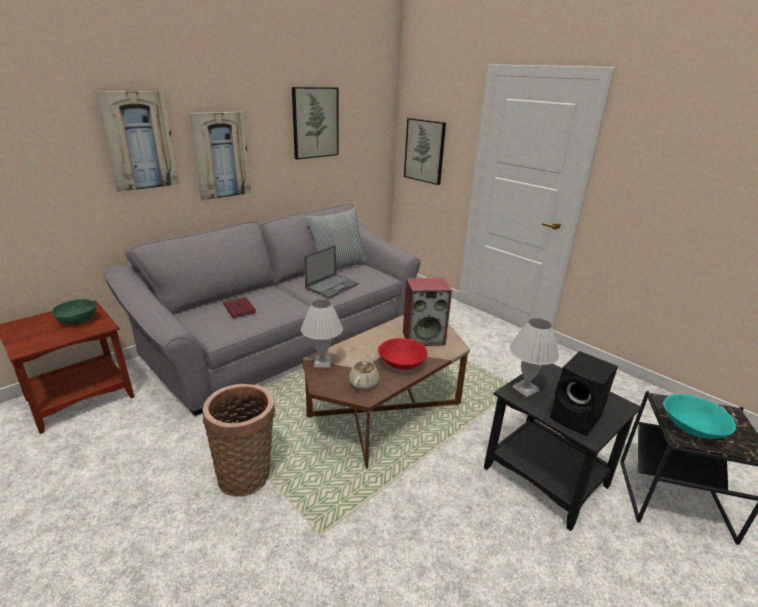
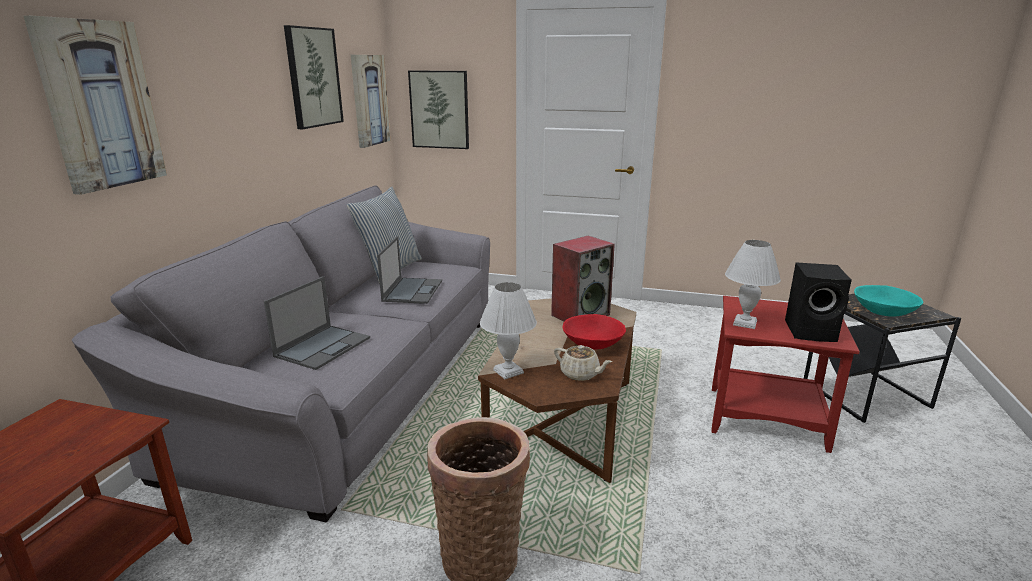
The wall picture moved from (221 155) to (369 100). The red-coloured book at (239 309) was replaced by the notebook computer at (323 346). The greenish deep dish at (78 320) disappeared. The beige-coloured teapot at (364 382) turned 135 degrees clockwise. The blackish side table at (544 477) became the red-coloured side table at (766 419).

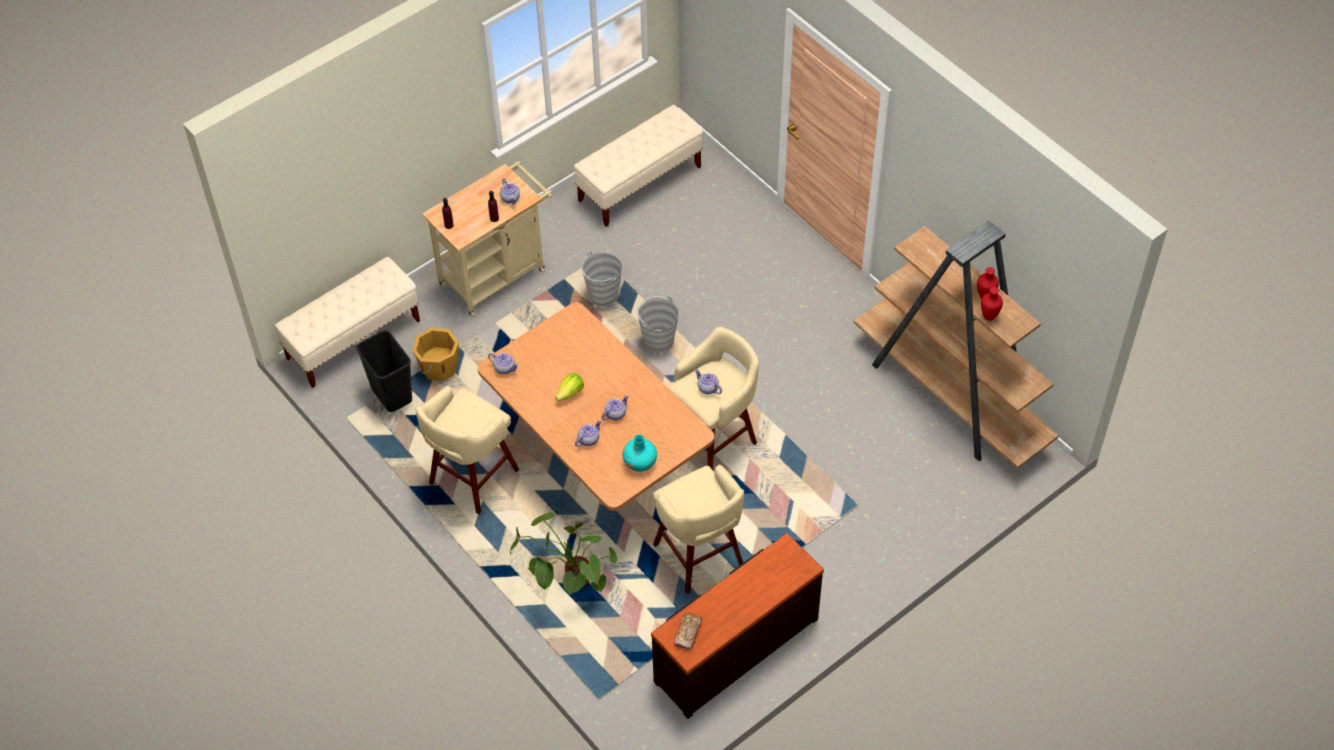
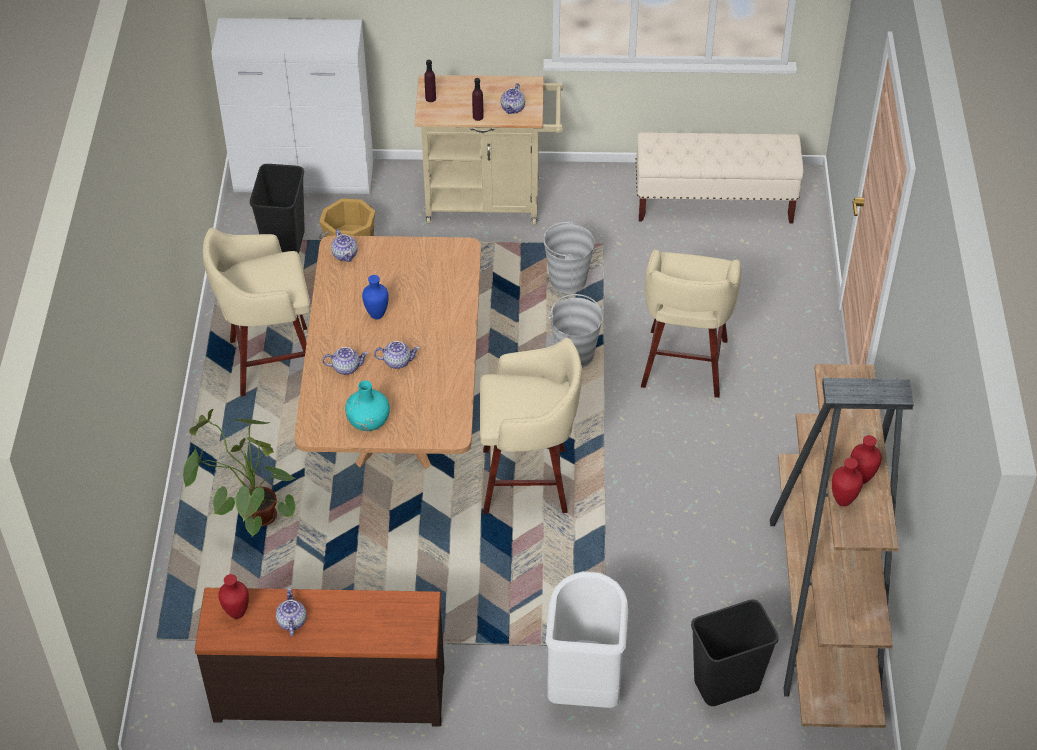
The beige-coloured bench at (354 339) was replaced by the white-coloured cupboard at (305 178). The teapot moved from (707 388) to (291 621). The head of lettuce at (570 393) was replaced by the blue-coloured flower vase at (377 315). The beige-coloured stool seat moved from (699 557) to (683 366). The bread at (688 633) was replaced by the red-coloured flower vase at (237 614). The white-coloured rubbish bin at (584 686) appeared. The blackish rubbish bin at (726 685) appeared.

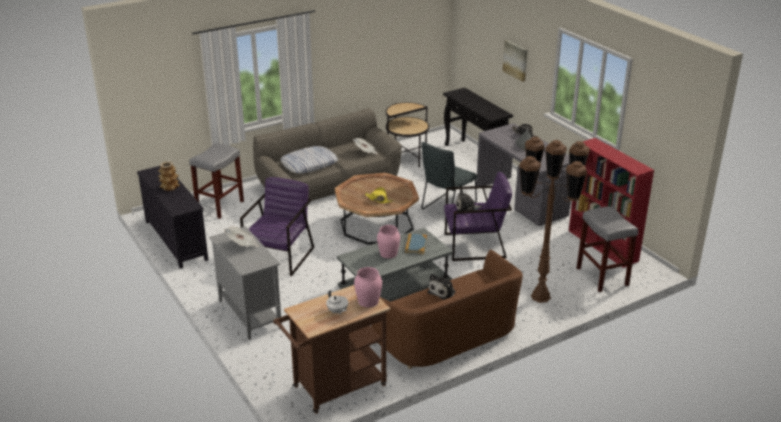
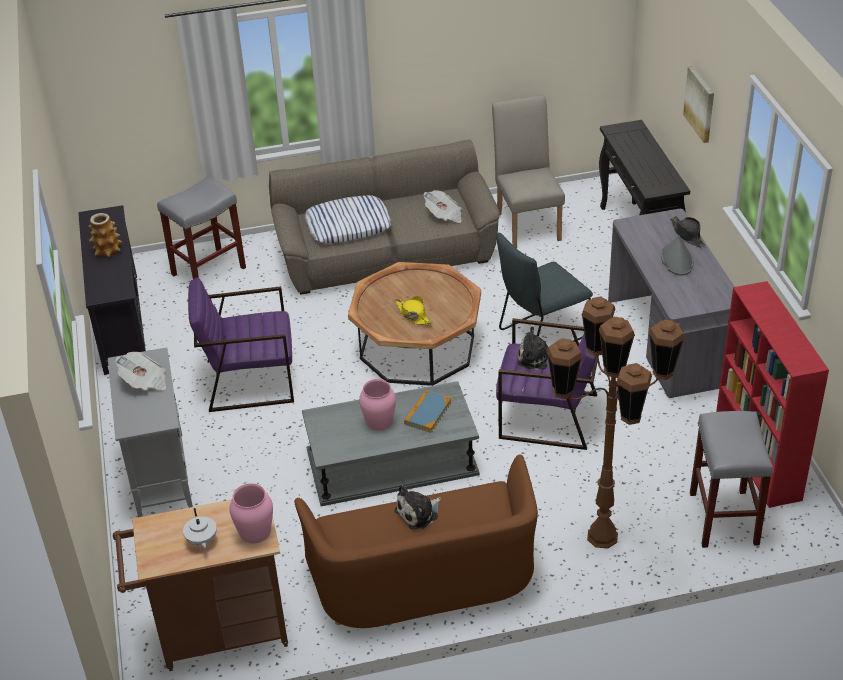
The side table at (407 157) was replaced by the beige-coloured plain chair at (527 223). The purple-coloured easy chair at (280 257) turned 135 degrees counterclockwise.

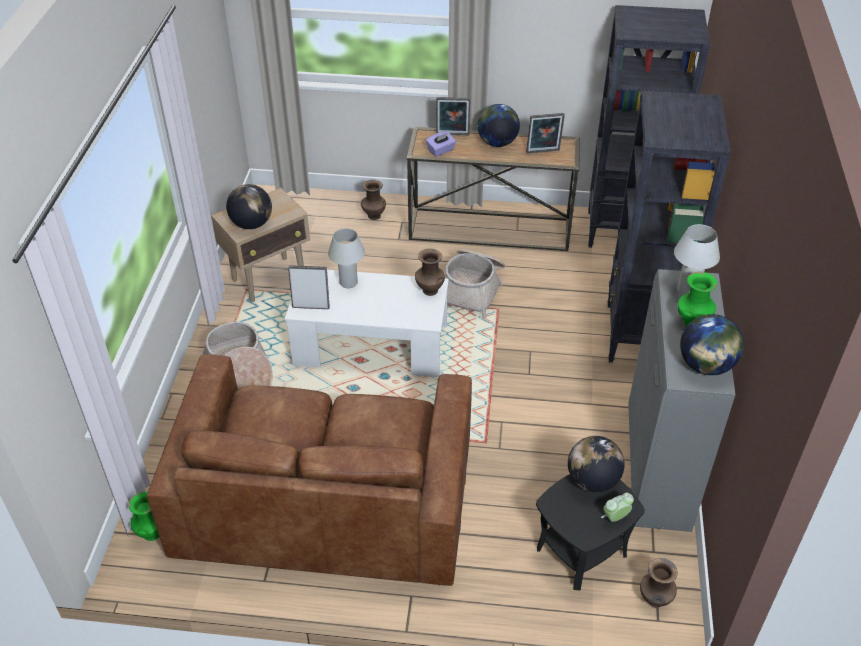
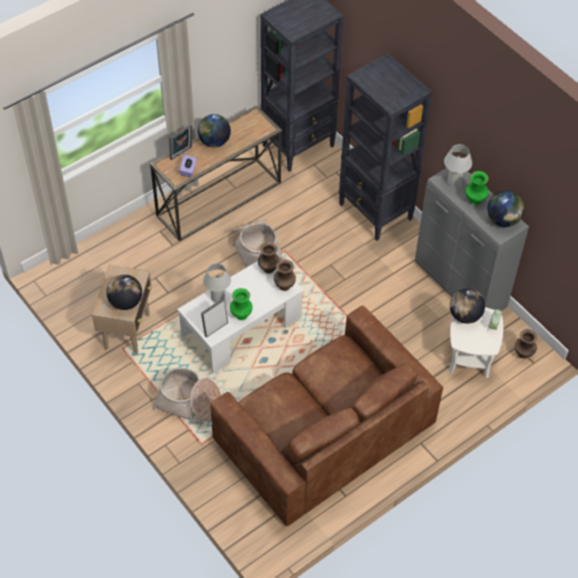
The picture frame at (543 152) disappeared. The brown flower vase moved from (373 216) to (284 286). The blackish side table at (581 551) became the white-coloured side table at (470 357). The greenish flower vase moved from (152 533) to (241 315).

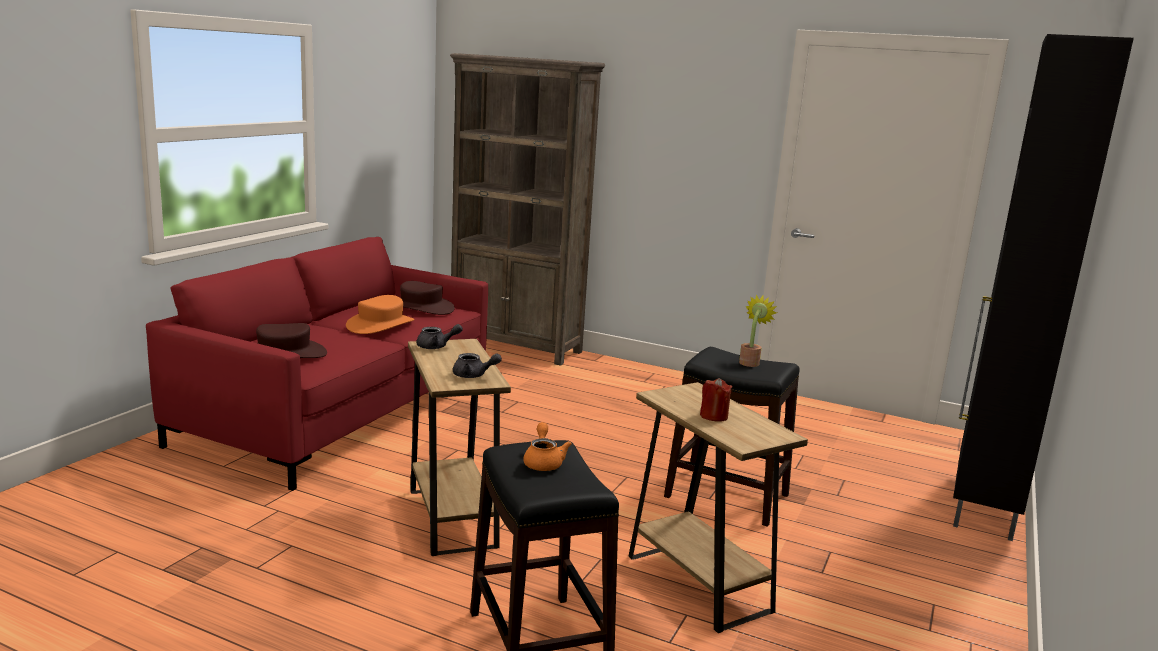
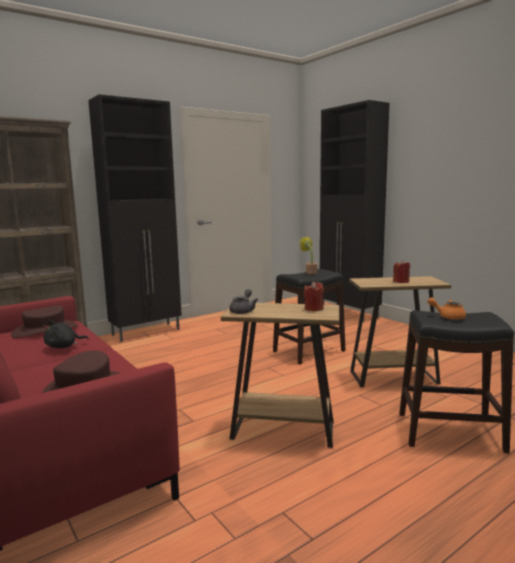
The orangey hat at (380 325) was replaced by the blackish soft toy at (63 346). The grey teapot at (473 375) was replaced by the red-coloured candle at (314 309). The blackish cupboard at (147 332) appeared.

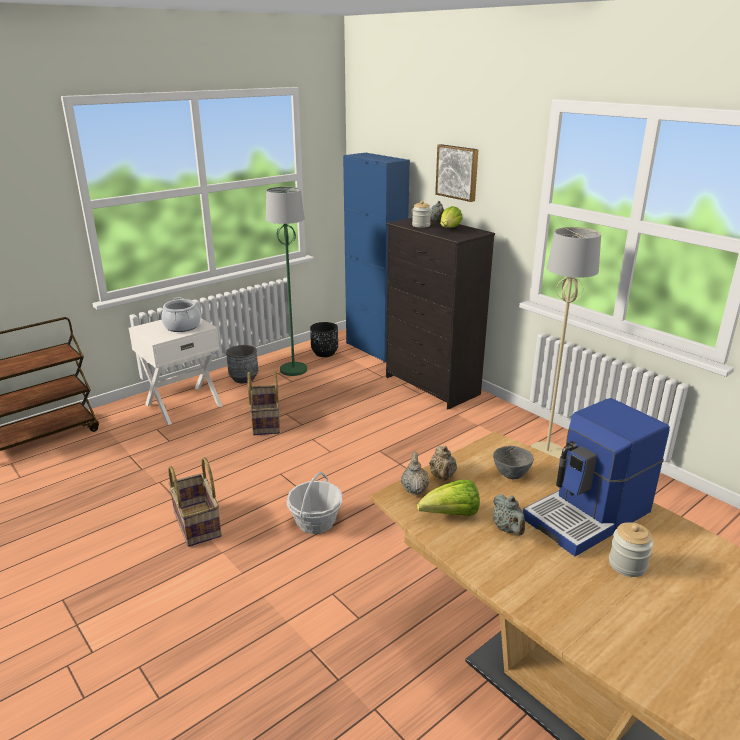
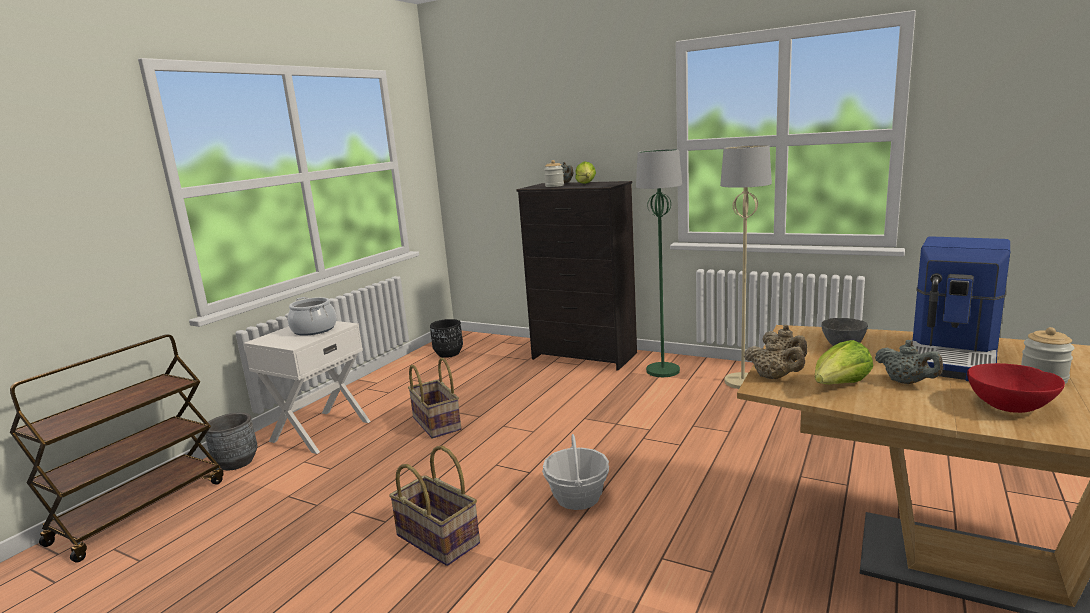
The wall picture at (458 172) disappeared. The blue-coloured cupboard at (375 349) disappeared. The greenish floor lamp moved from (293 369) to (662 370). The grey flower pot moved from (243 379) to (236 462). The beige-coloured teapot at (414 489) turned 150 degrees clockwise. The red-coloured deep dish at (1010 406) appeared.

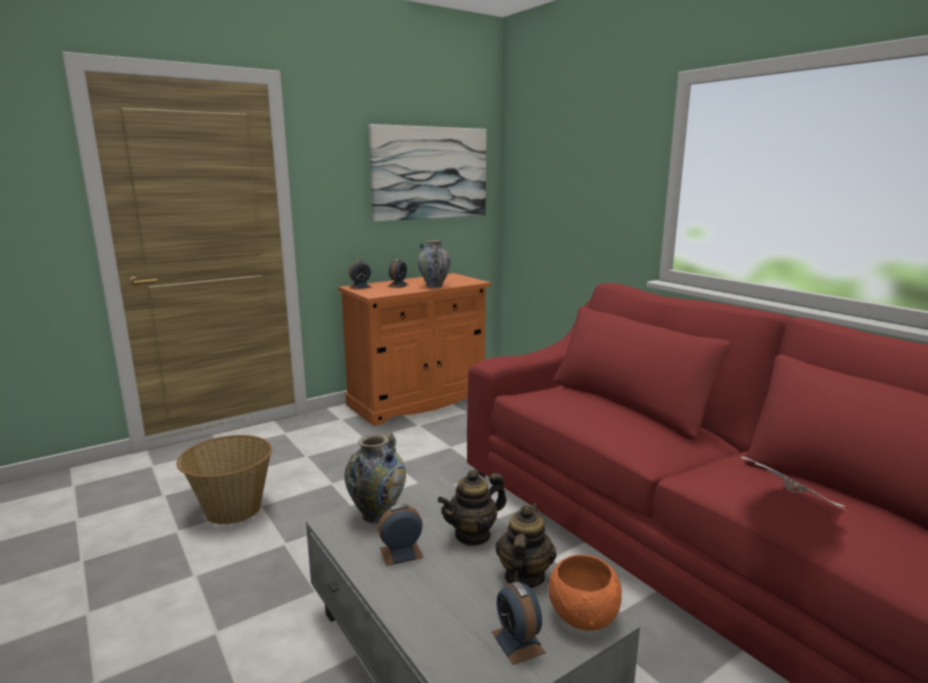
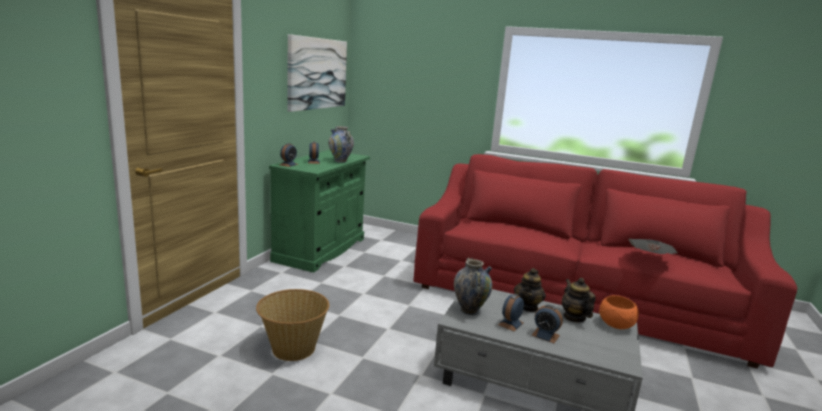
The orangey cupboard at (418 400) became the greenish cupboard at (320 250). The bedside clock moved from (518 642) to (545 335).

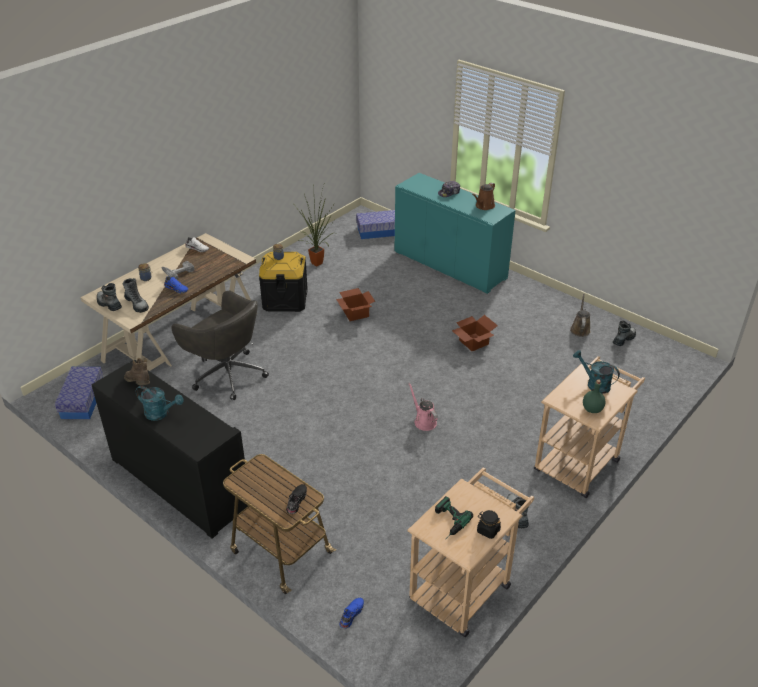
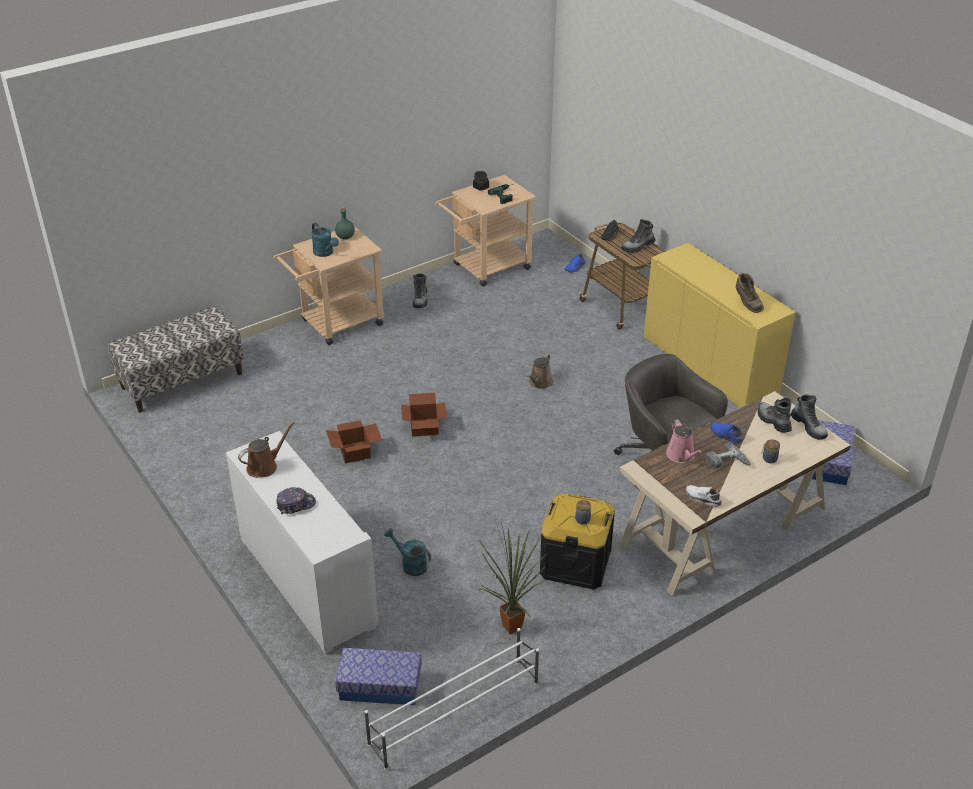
The blue-green cupboard at (449 265) became the white-coloured cupboard at (307 582). The carton moved from (356 313) to (423 428). The brown sprinkling can moved from (580 329) to (540 383). The tall boot moved from (623 339) to (638 246). The blackish cupboard at (179 483) became the yellow-coloured cupboard at (709 366). The pink-coloured sprinkling can moved from (424 421) to (681 455). The blue-green sprinkling can moved from (161 413) to (410 564). The bench at (182 380) appeared. The white-coloured shoe rack at (453 714) appeared.

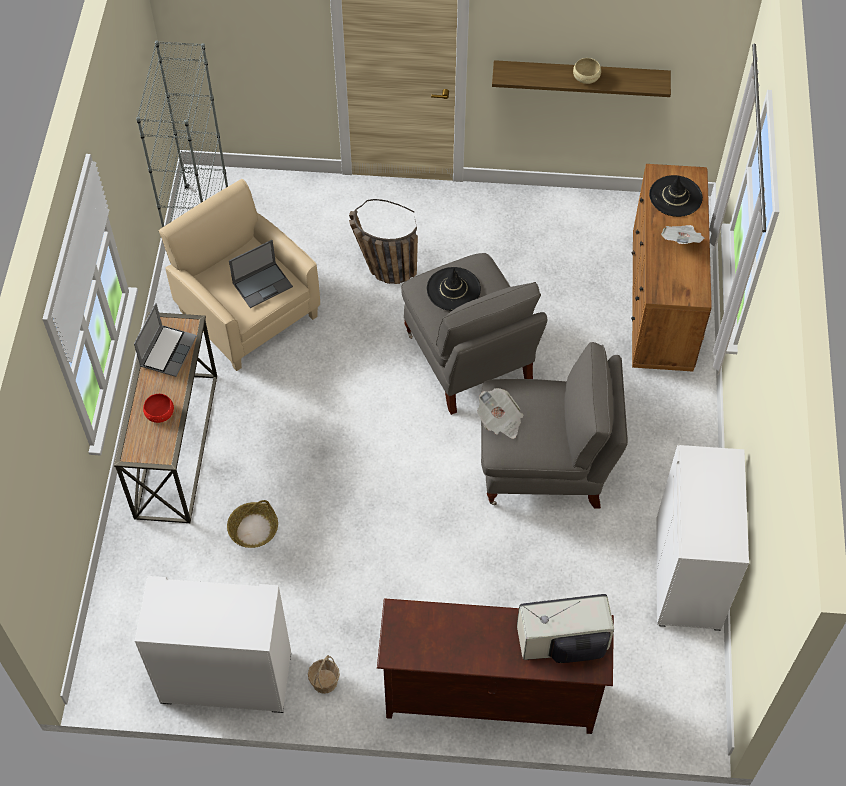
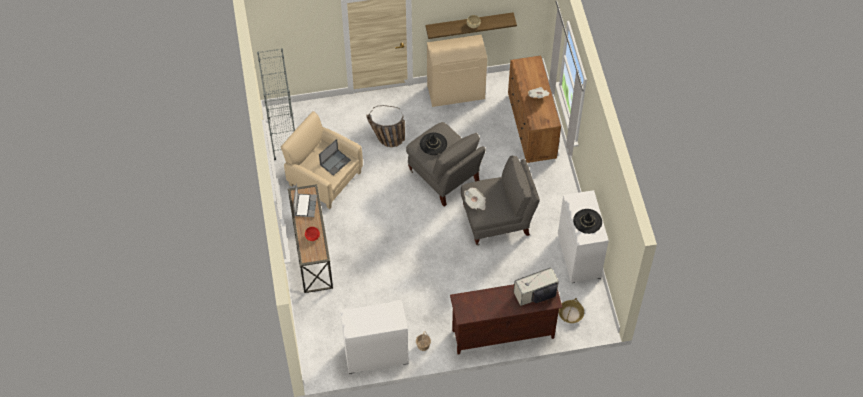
The blackish hat moved from (675 196) to (587 221). The storage basket moved from (253 529) to (570 313). The beige-coloured cupboard at (456 91) appeared.

